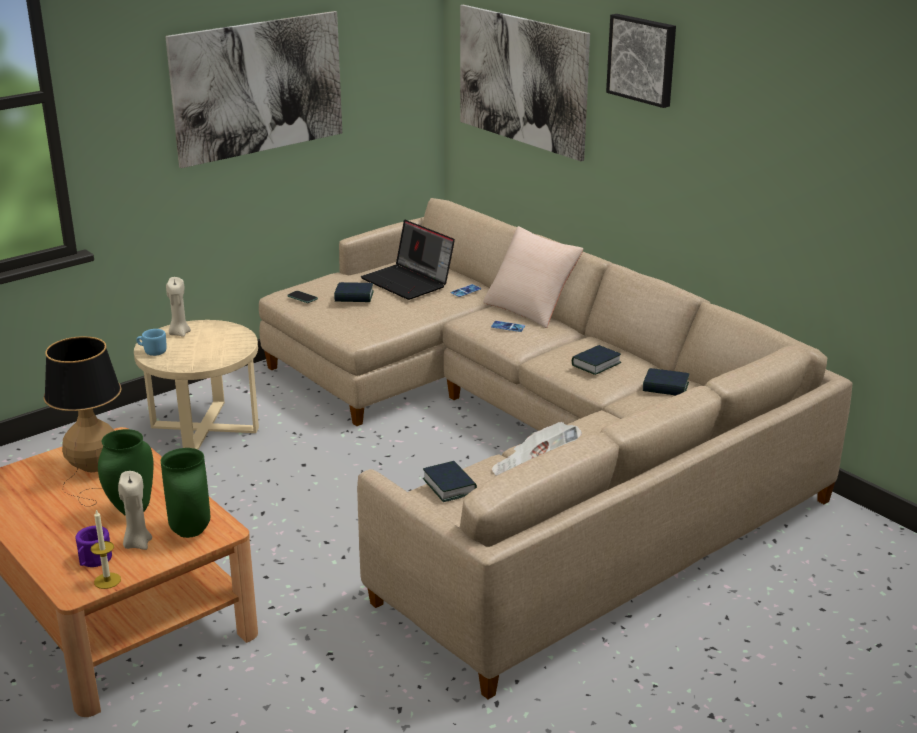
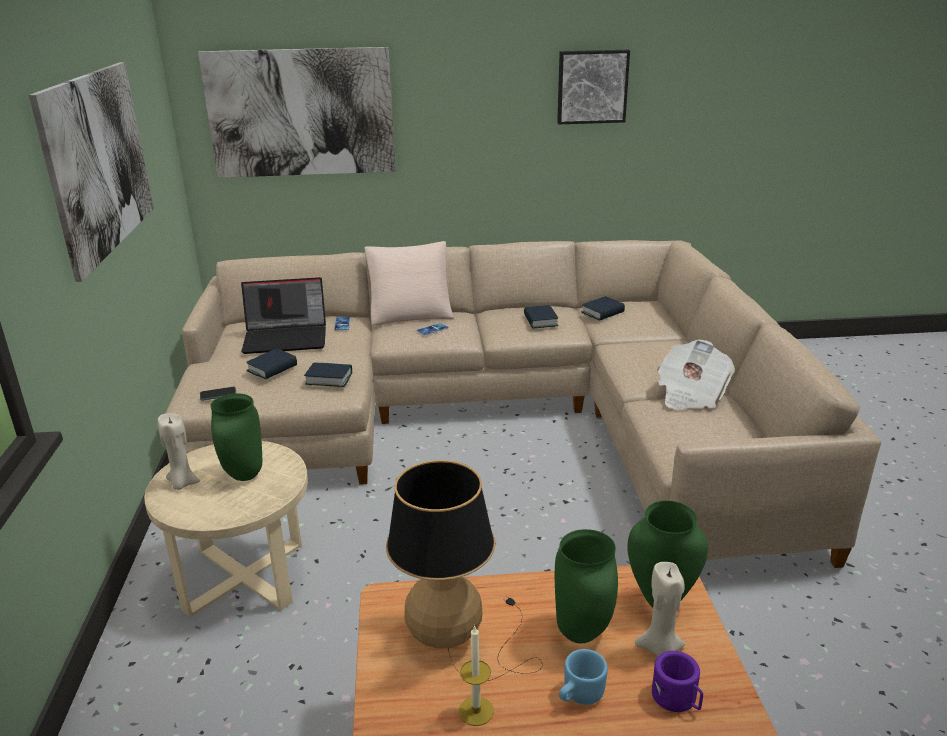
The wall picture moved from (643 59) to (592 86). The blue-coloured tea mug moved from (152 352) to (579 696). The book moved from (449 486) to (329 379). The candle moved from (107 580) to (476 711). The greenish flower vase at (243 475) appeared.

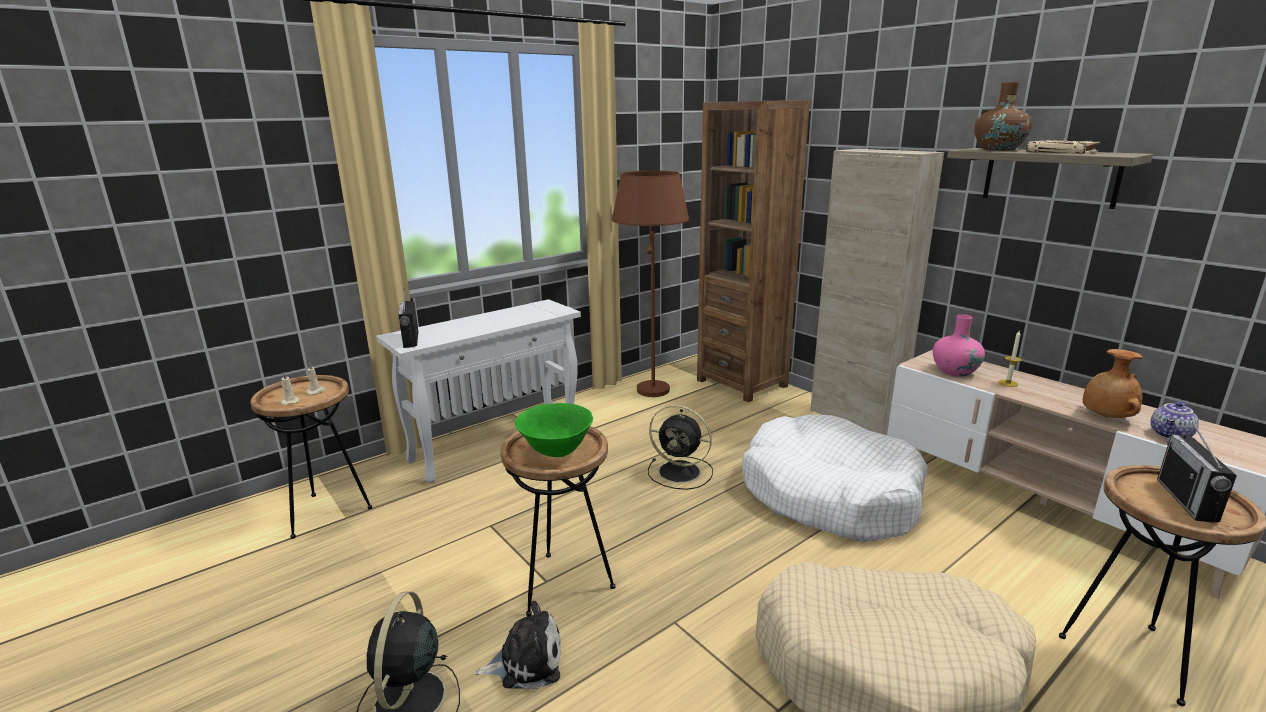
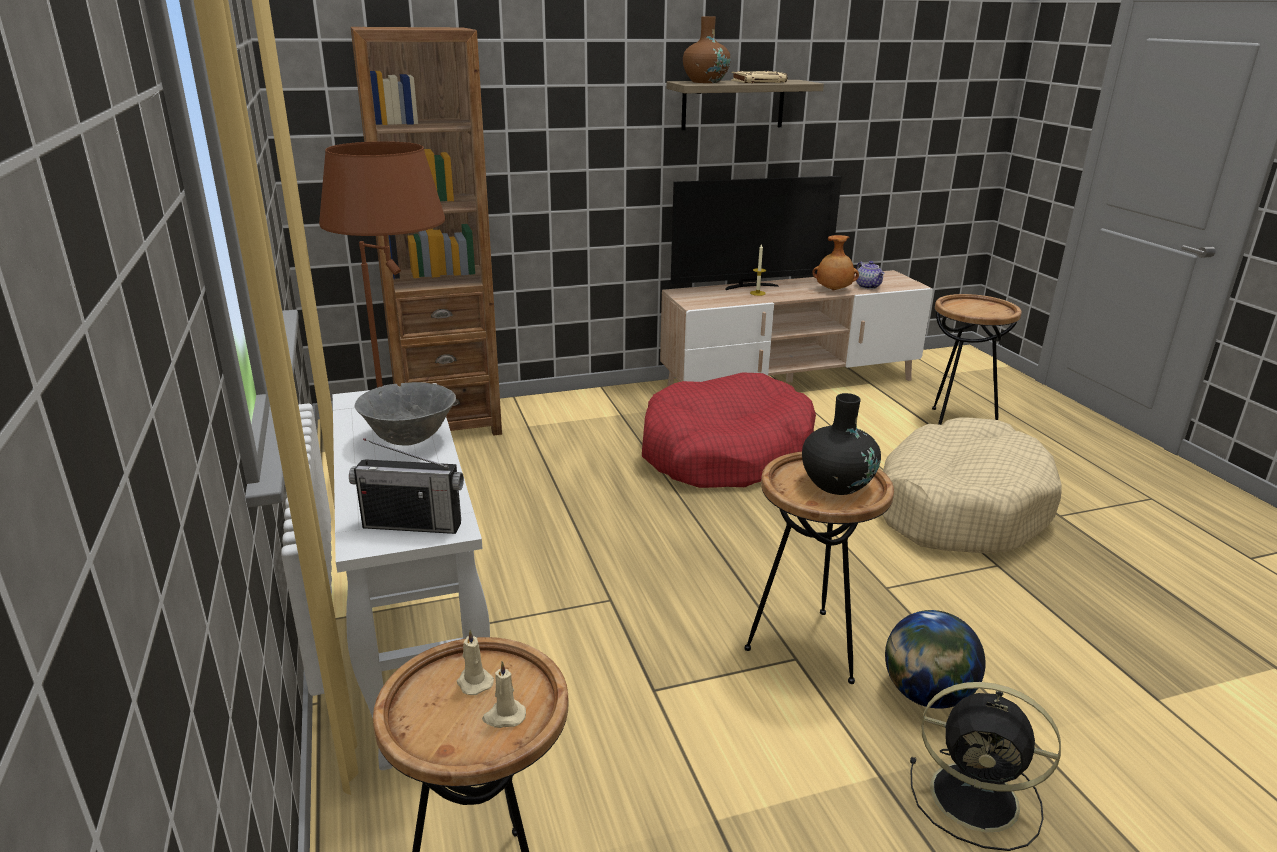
The beige-coloured cupboard at (855 419) disappeared. The pink-coloured flower vase at (954 371) disappeared. The greenish deep dish at (556 452) was replaced by the blackish flower vase at (837 484). The blackish electric fan at (681 472) disappeared. The white-coloured pet bed at (829 494) became the red-coloured pet bed at (725 453). The radio at (1186 500) disappeared. The soft toy at (526 662) was replaced by the globe at (926 695). The TV at (750 286) appeared. The grey deep dish at (409 440) appeared.

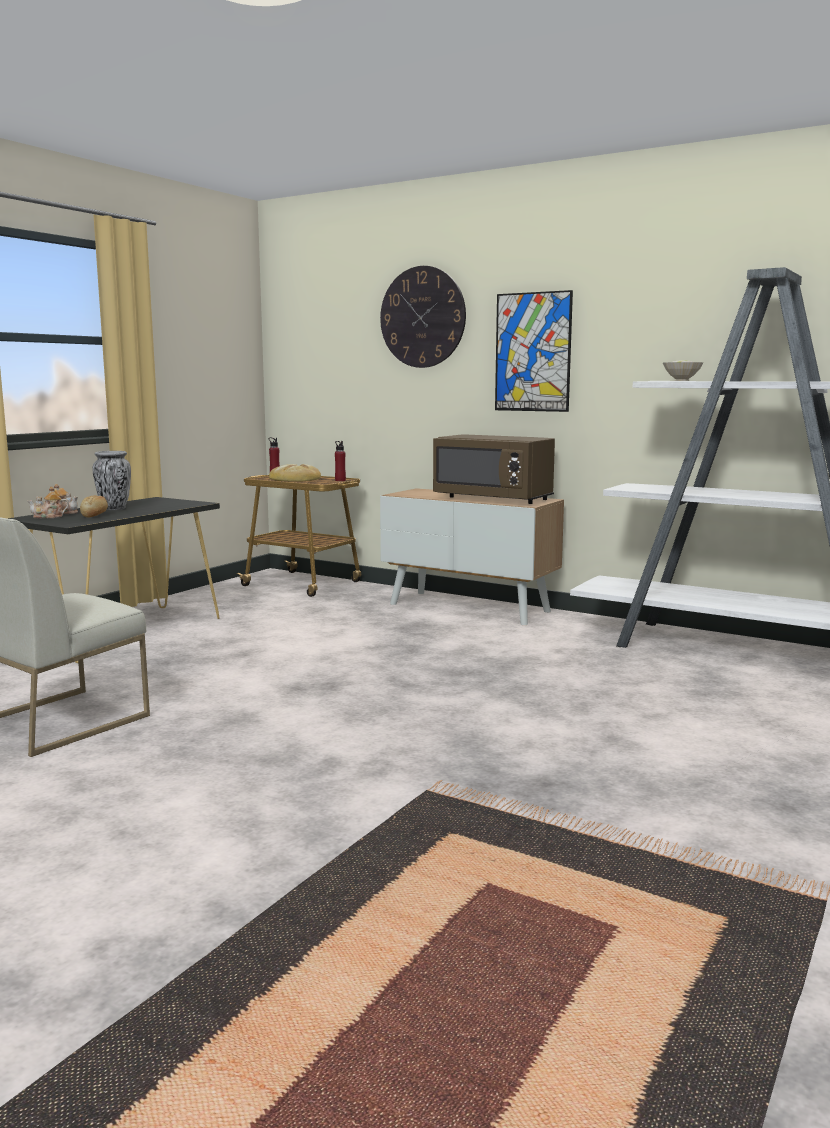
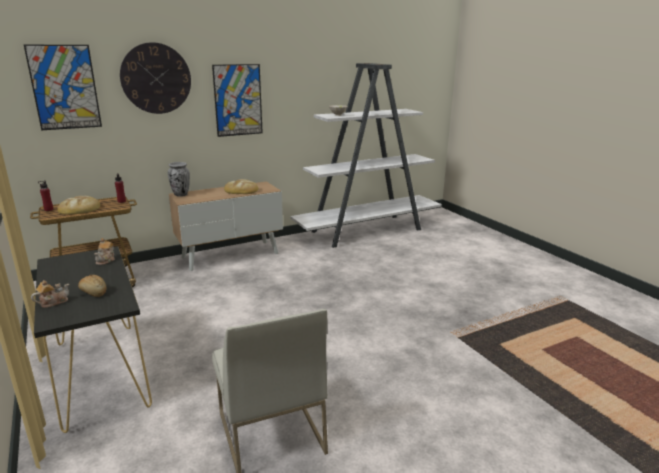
The brown microwave at (493 498) was replaced by the bread at (241 190). The flower vase moved from (114 508) to (180 195). The teapot moved from (49 517) to (106 260). The wall picture at (64 87) appeared.

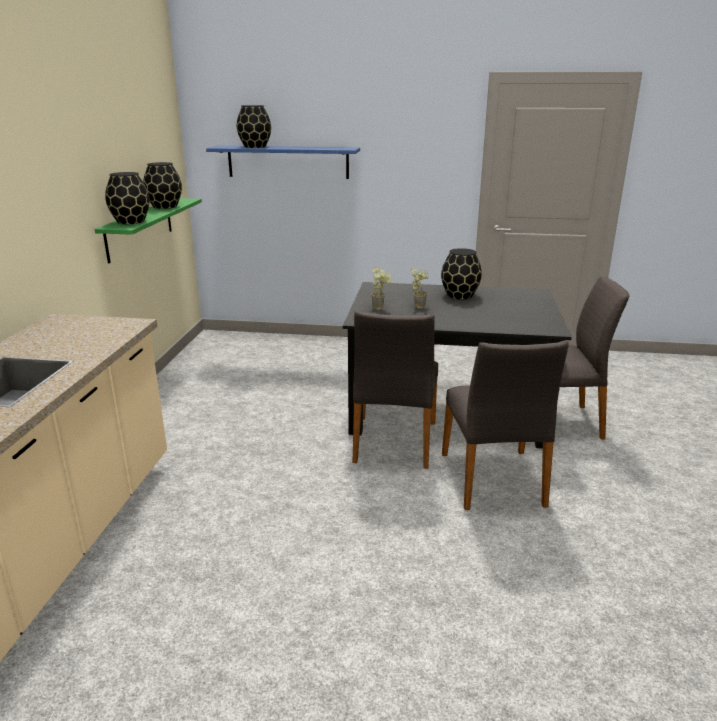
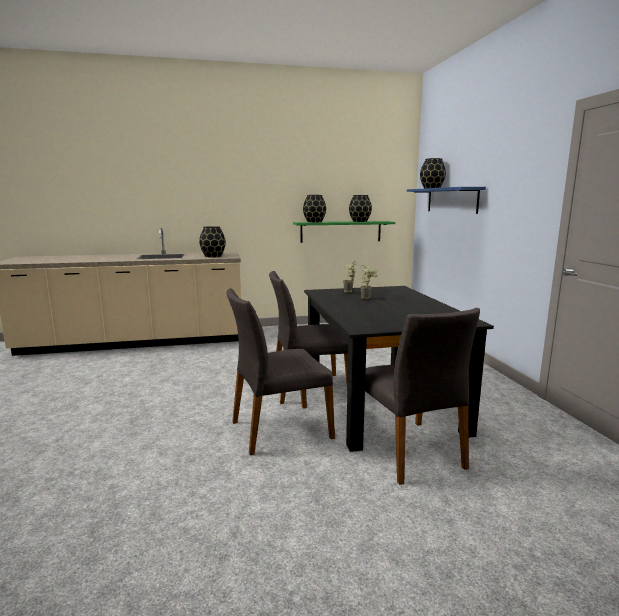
The blackish flower vase moved from (459 295) to (213 256).

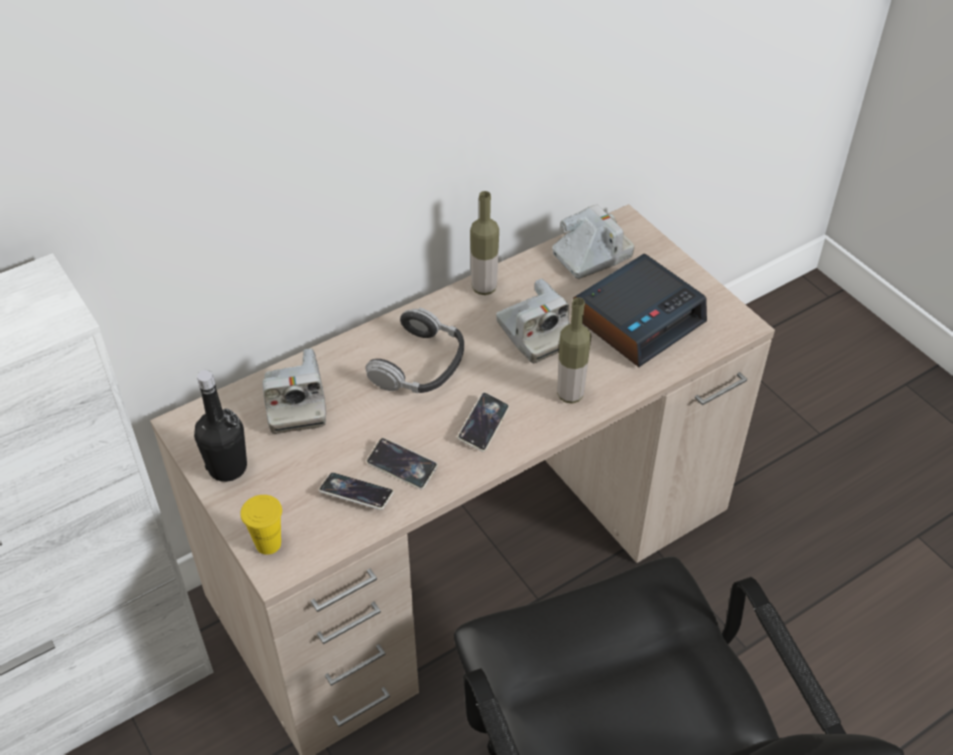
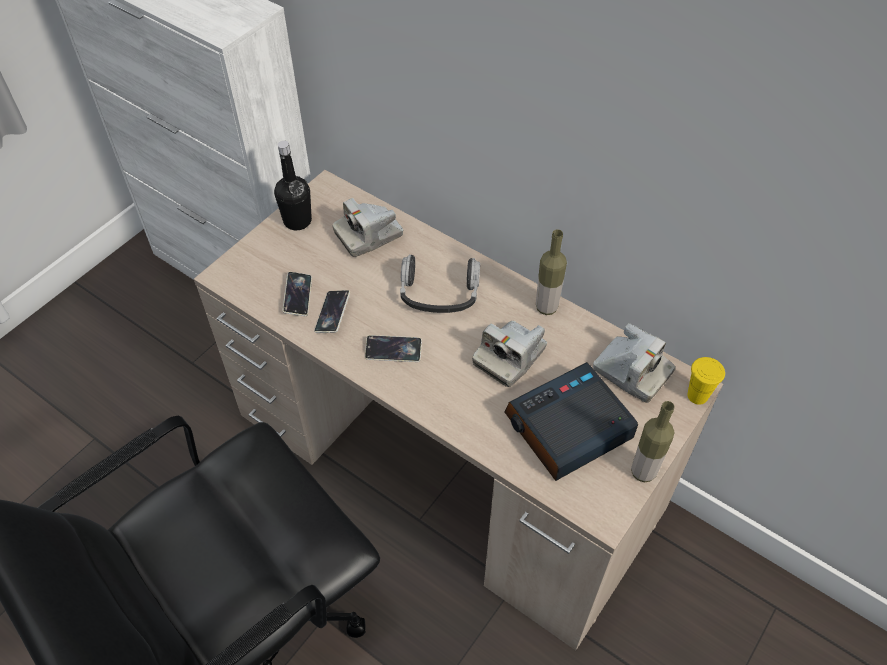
The bedside clock at (638 319) turned 120 degrees clockwise. The drink bottle moved from (570 394) to (643 472). The yellow-coloured drinking cup moved from (268 544) to (697 396).

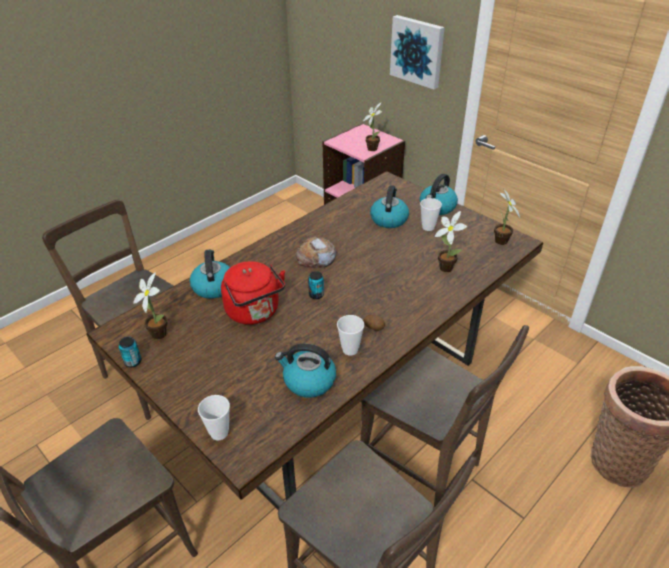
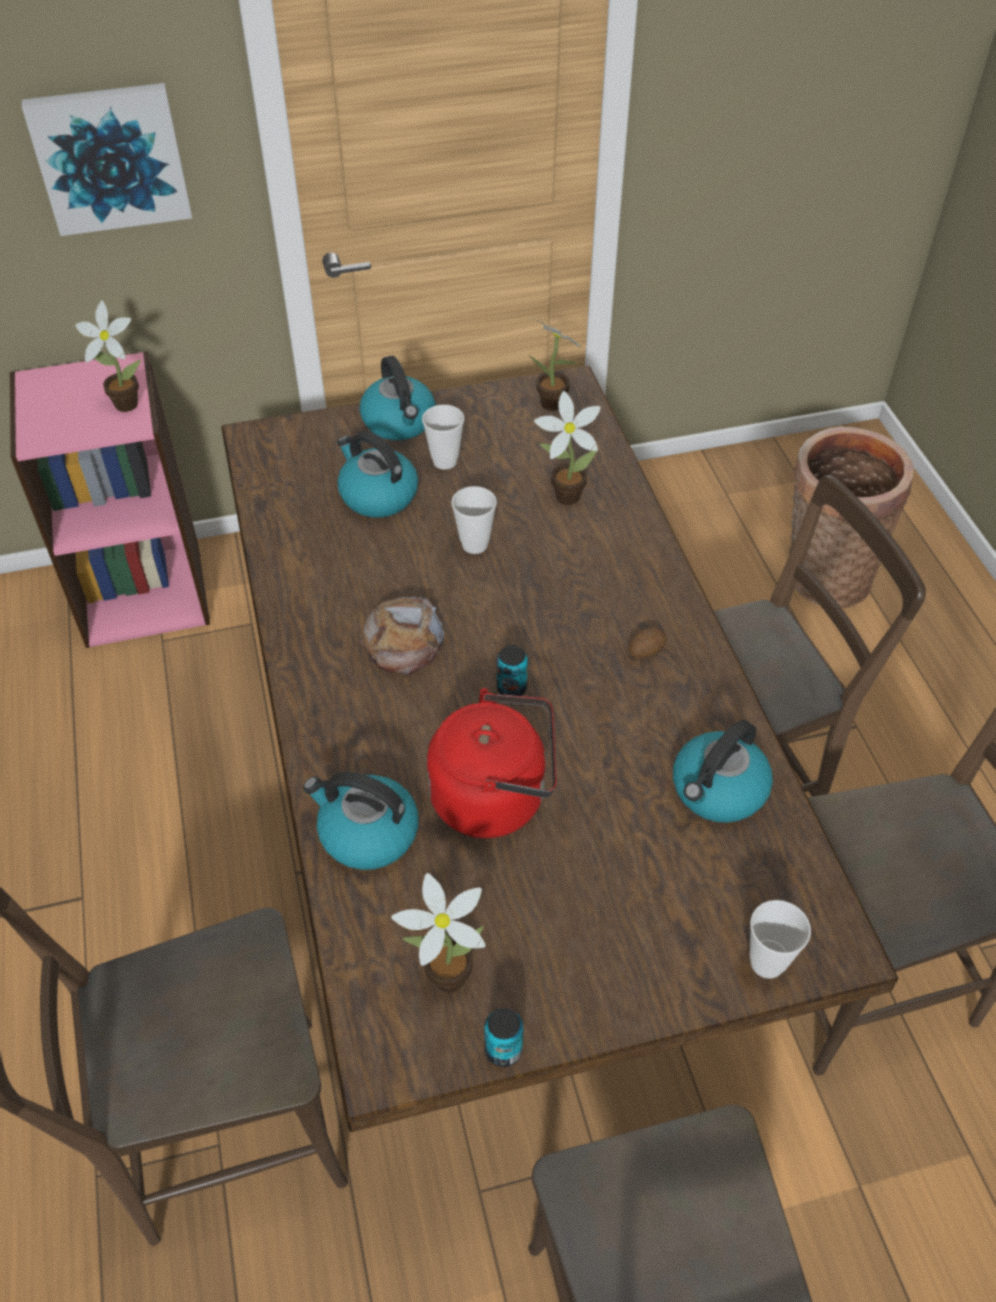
The drinking cup moved from (350 349) to (474 544).

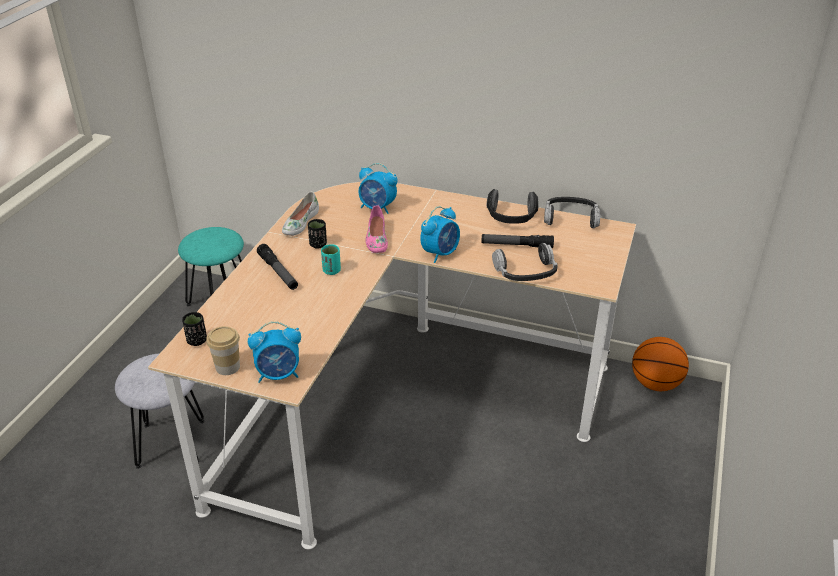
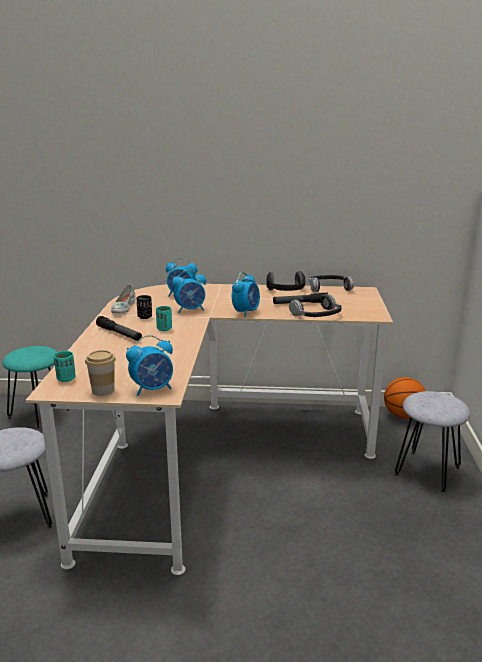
The pink-coloured low shoe at (376 239) was replaced by the bedside clock at (190 310). The blackish drinking cup at (197 341) became the blue-green drinking cup at (66 378). The grey stool seat at (428 471) appeared.

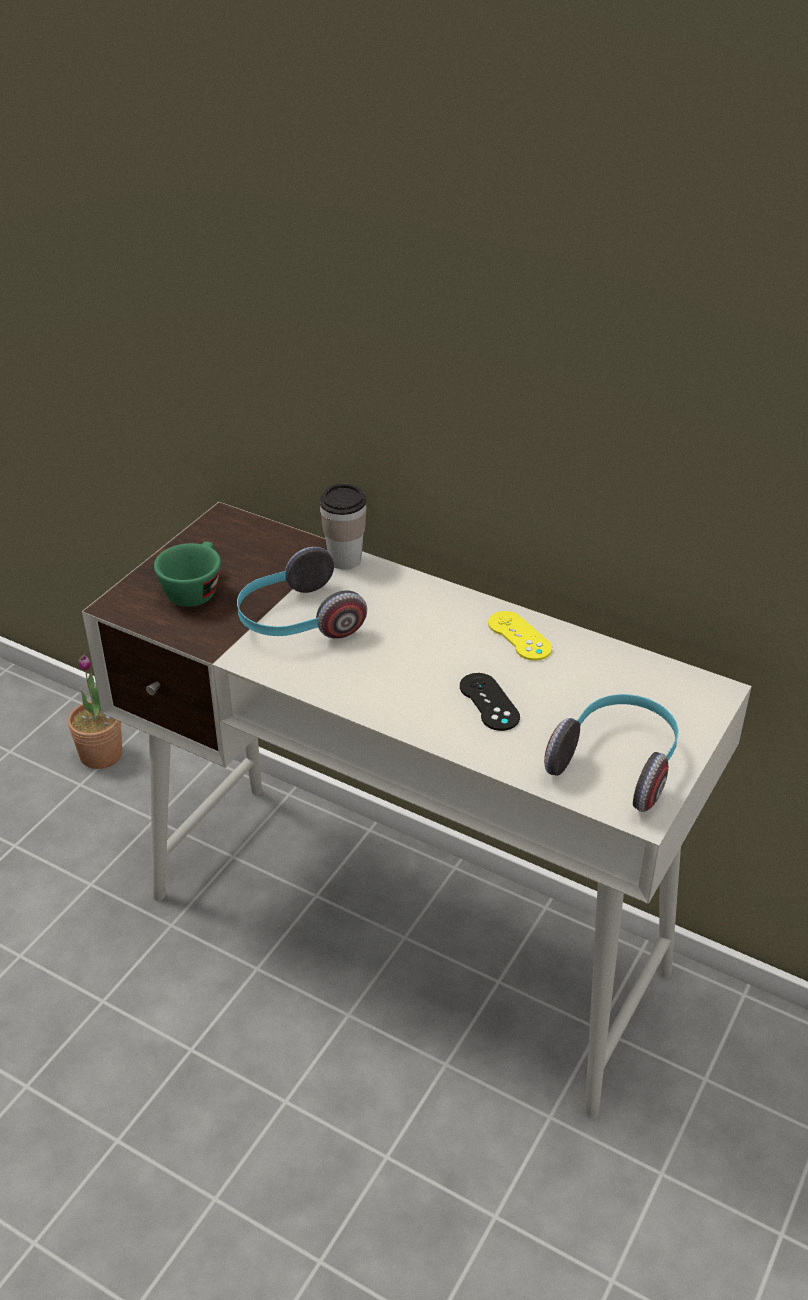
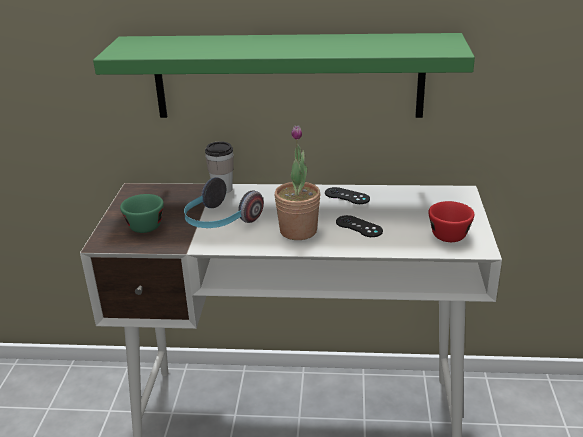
The yellow-coloured gamepad at (519 636) became the blackish gamepad at (347 196). The plant in a pot moved from (101 755) to (298 231). The pair of headphones at (618 763) was replaced by the red-coloured drinking cup at (448 232). The greenish wall shelf at (288 76) appeared.

